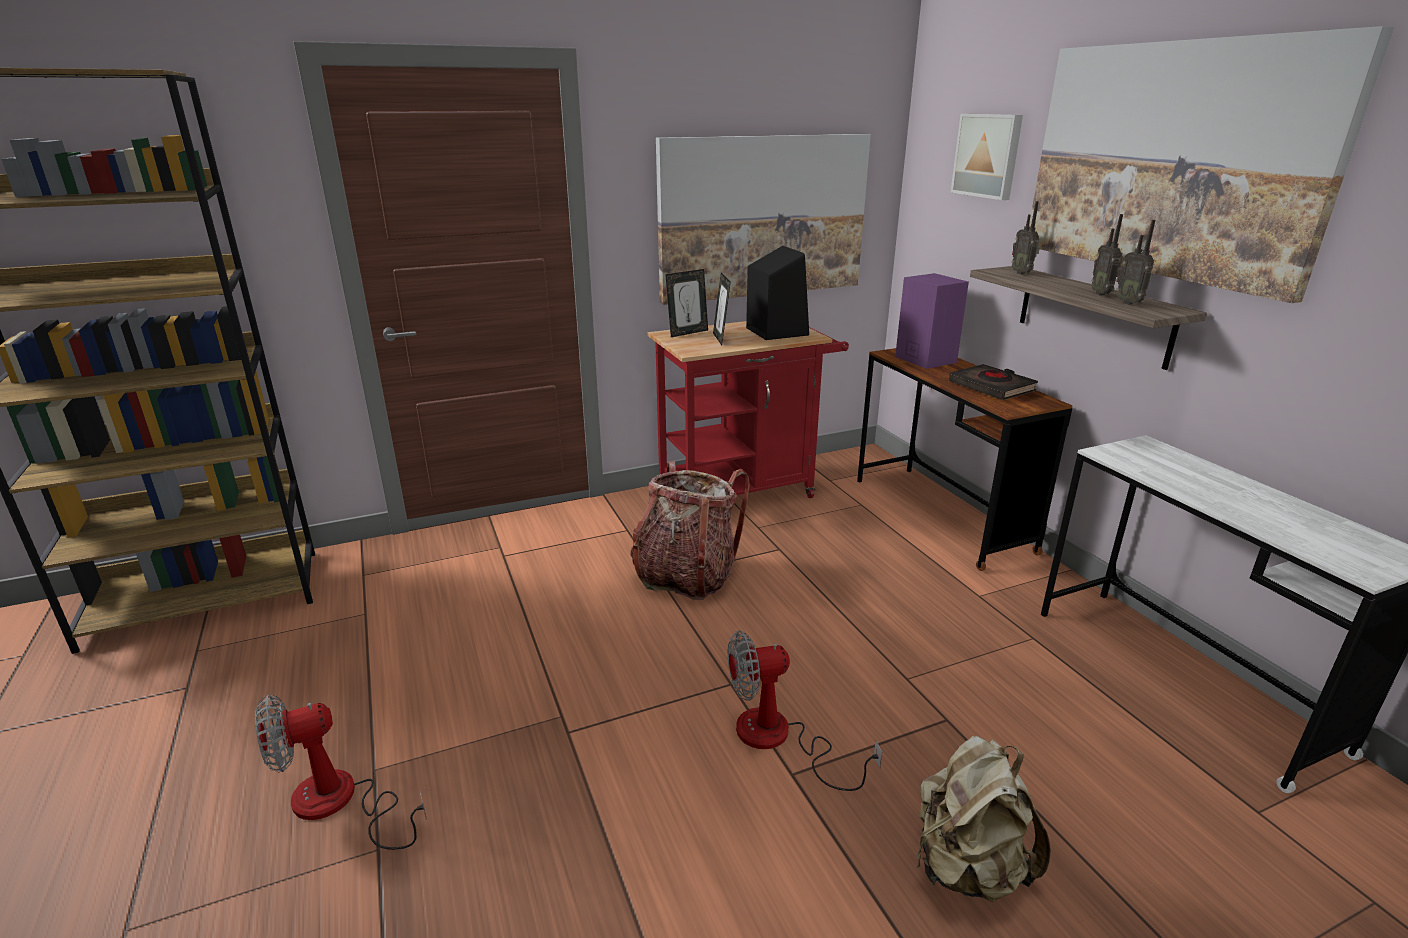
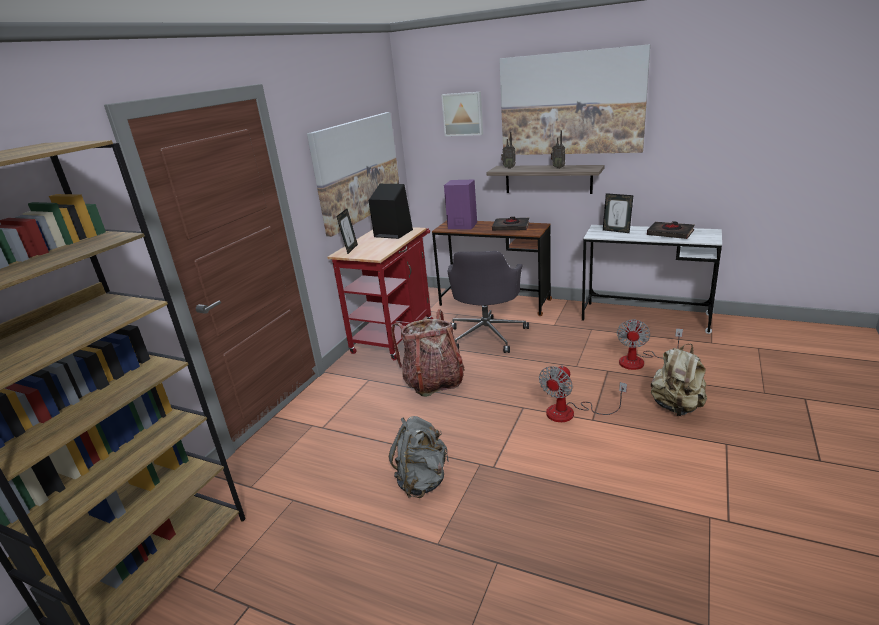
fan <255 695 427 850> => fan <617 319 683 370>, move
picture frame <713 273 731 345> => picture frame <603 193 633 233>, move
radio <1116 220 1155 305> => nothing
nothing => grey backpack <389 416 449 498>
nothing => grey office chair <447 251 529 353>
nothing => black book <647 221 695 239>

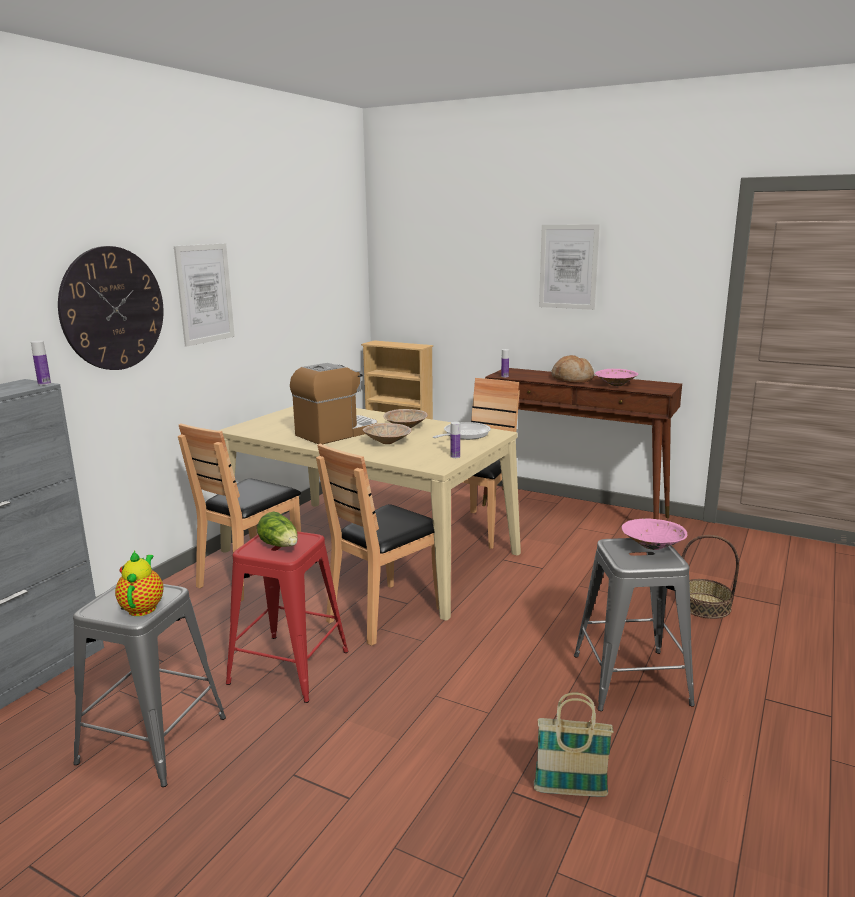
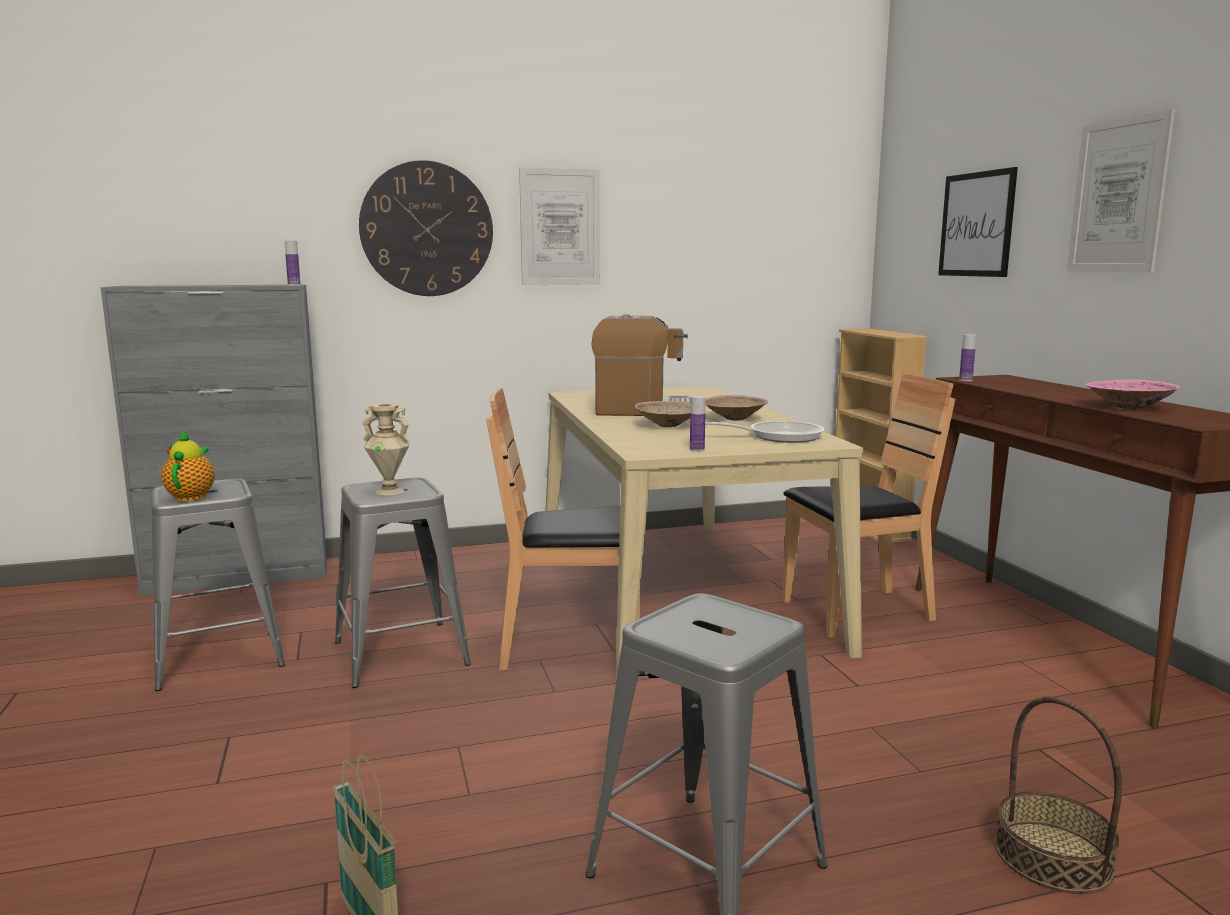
teapot <115 550 164 616> => teapot <161 430 215 501>, 45 degrees counterclockwise
brown chair <178 423 301 602> => nothing
red stool <226 531 348 703> => grey stool <335 477 471 688>
lettuce <257 511 298 547> => beige vase <362 403 410 495>
bread <551 355 594 383> => nothing
pink bowl <621 518 688 550> => nothing
nothing => picture <938 167 1018 277>

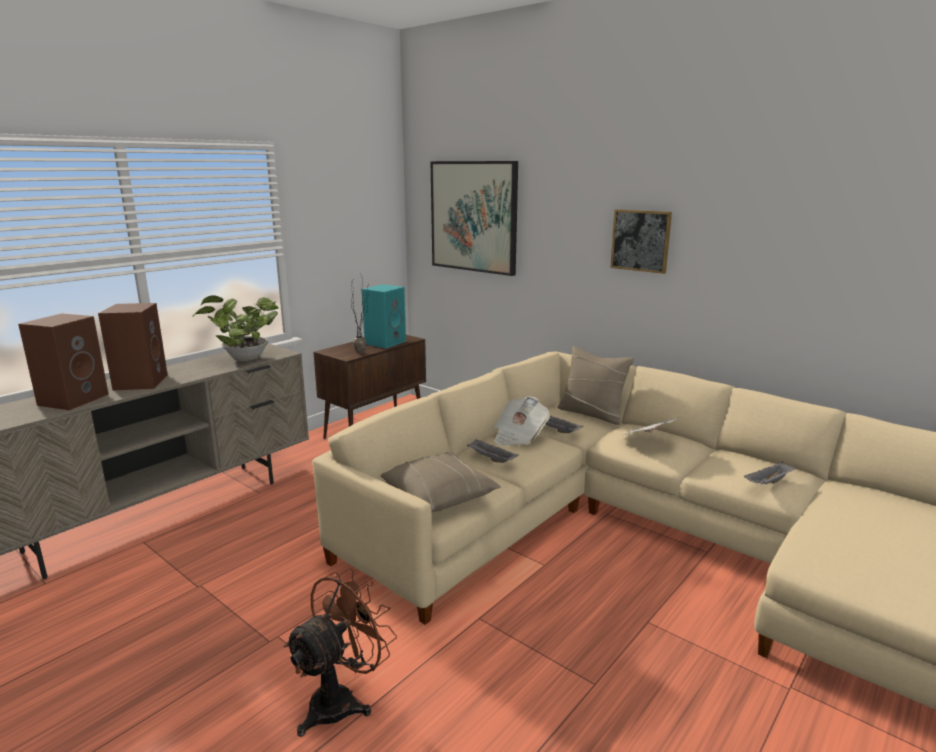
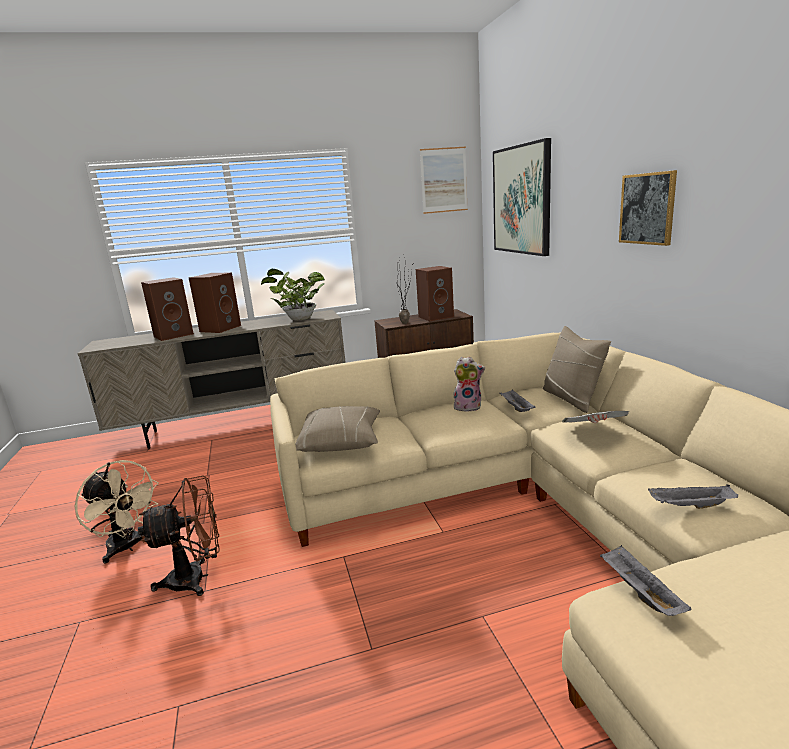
turquoise speaker <362 284 406 348> => brown speaker <416 266 454 321>
grey tray <467 439 519 463> => grey tray <600 545 692 616>, move
newspaper <494 396 550 445> => plush toy <454 357 485 412>
nothing => beige fan <74 460 159 564>
nothing => picture <420 147 468 214>

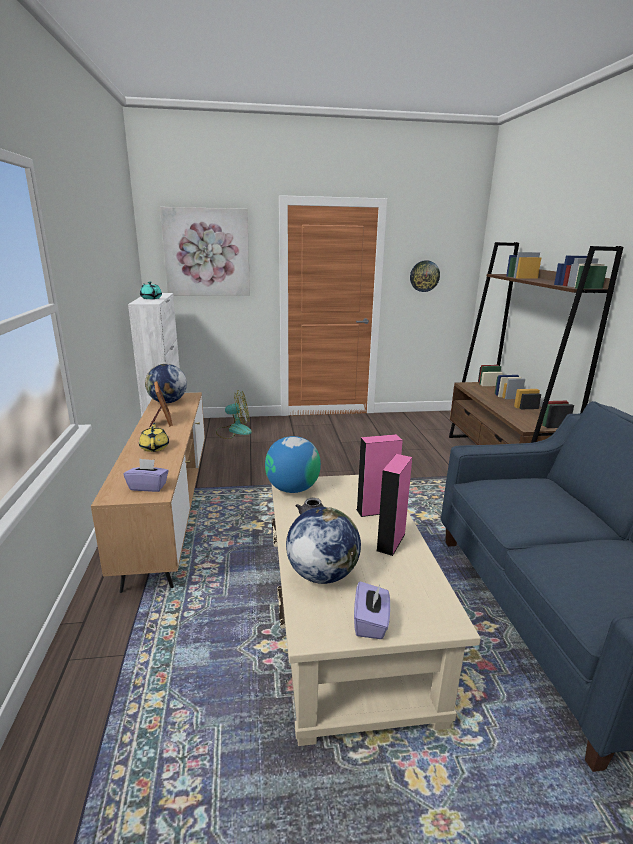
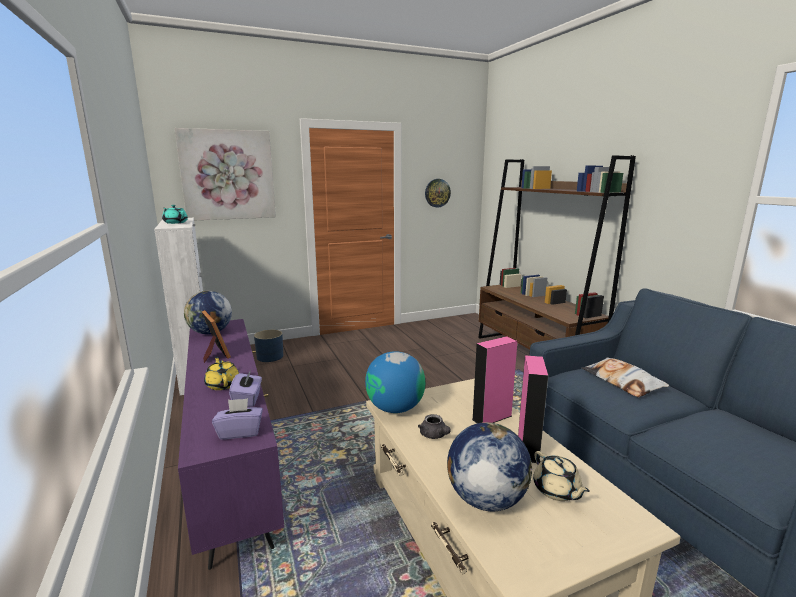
brown tv stand <91 392 205 593> => purple tv stand <178 319 284 570>
fan <216 390 252 439> => blue planter <254 330 283 362>
purple tissue box <354 582 390 639> => purple tissue box <229 370 262 407>, move
nothing => beige teapot <533 451 590 501>
nothing => pillow <582 358 669 397>

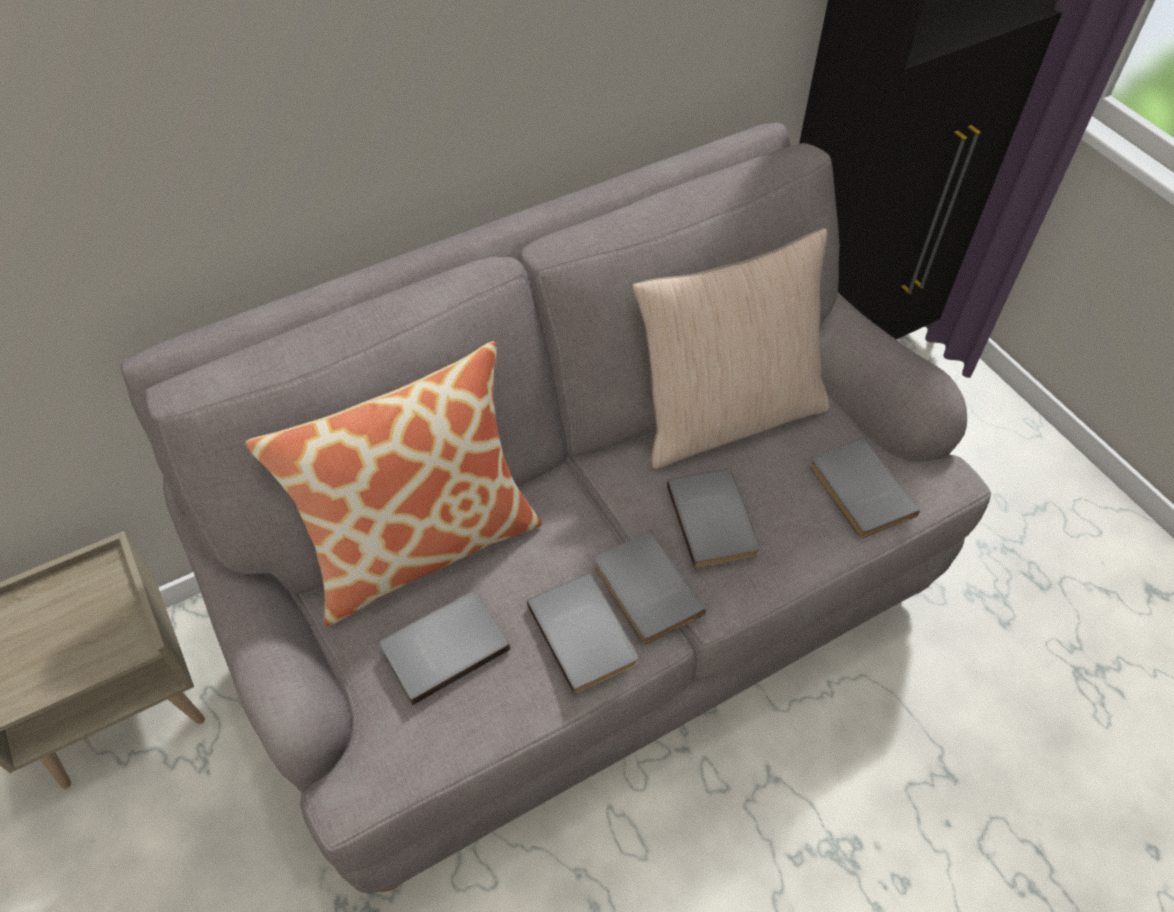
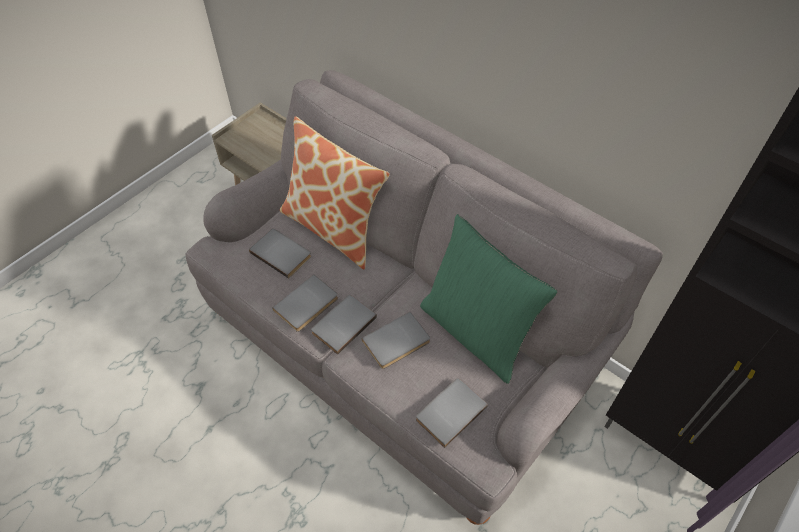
beige pillow <632 228 830 469> => green pillow <420 214 558 384>

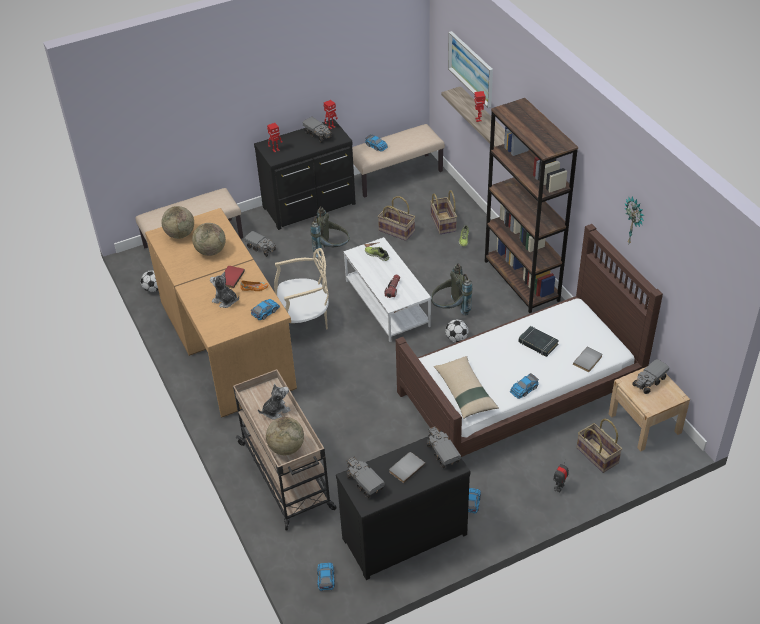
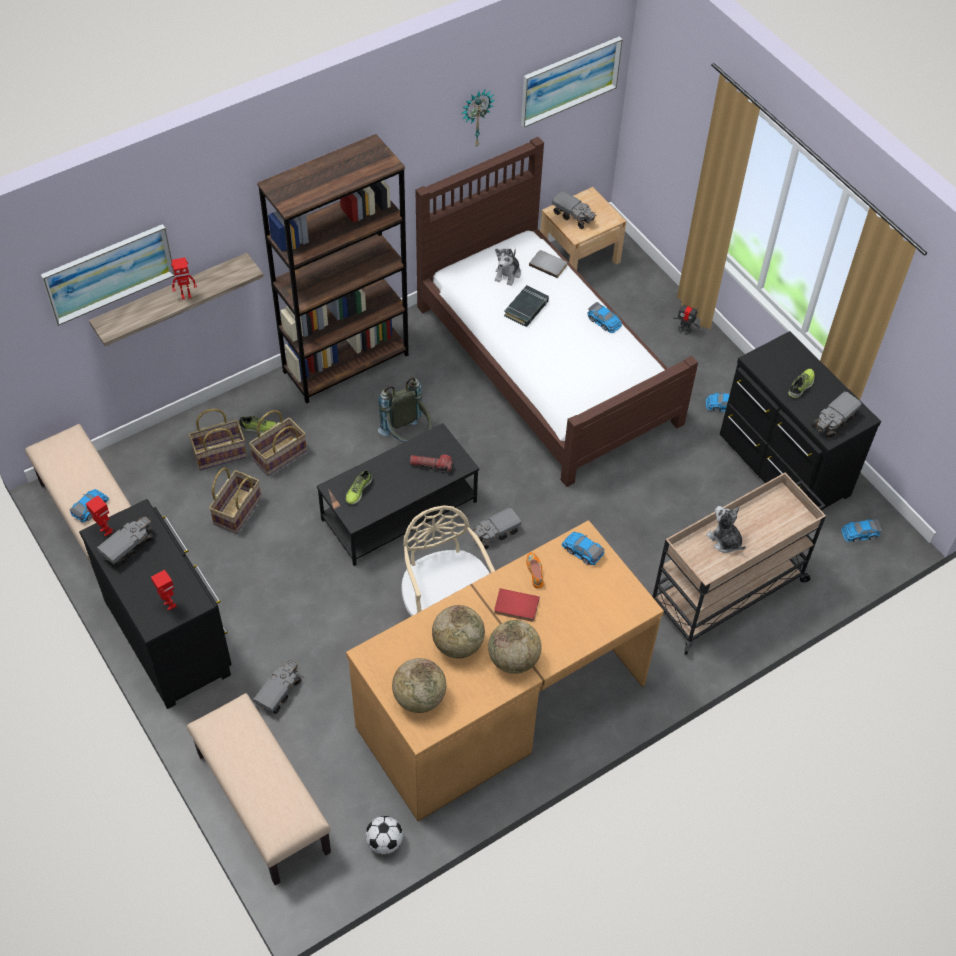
plush toy <210 272 239 308> => plush toy <495 248 521 286>, move
globe <266 417 304 455> => globe <488 620 541 674>, move
grey backpack <310 206 350 257> => nothing
white coffee table <343 237 431 342> => black coffee table <317 423 479 566>
grey book <389 452 426 483> => shoe <788 369 815 398>
toy truck <427 426 461 468> => toy truck <471 507 521 549>, move
beige pillow <434 356 499 419> => nothing
football <445 319 469 342> => nothing
basket <577 419 622 473> => basket <249 410 307 476>, move
nothing => picture <521 36 623 127>

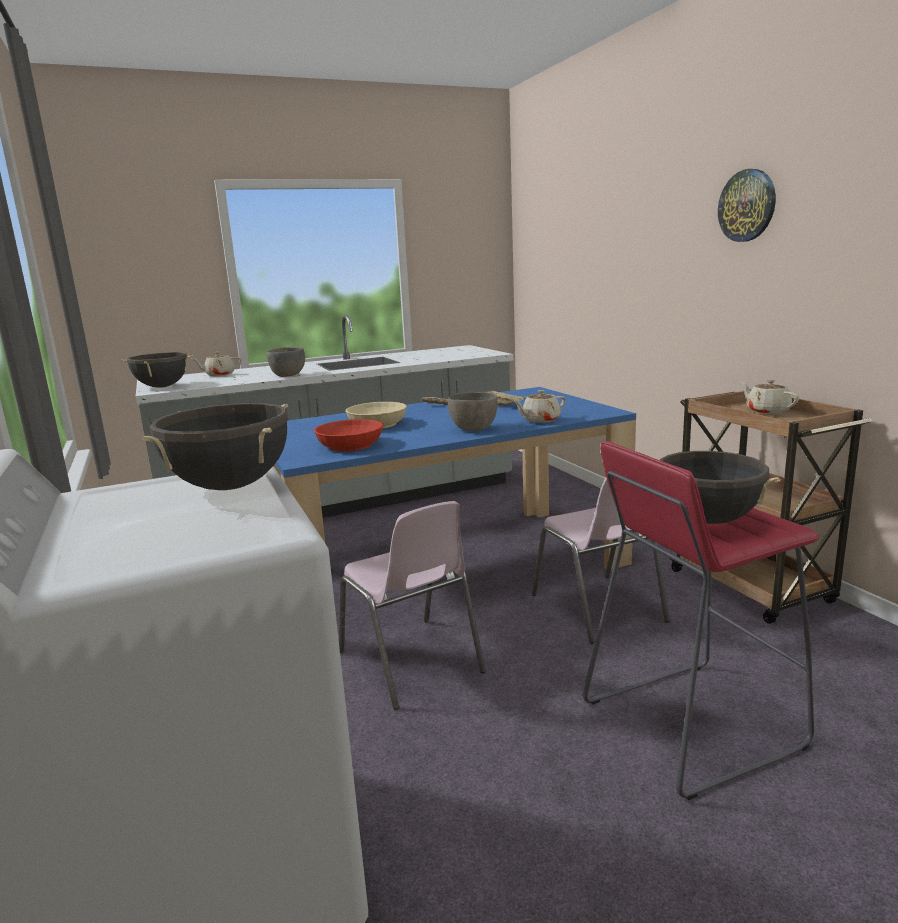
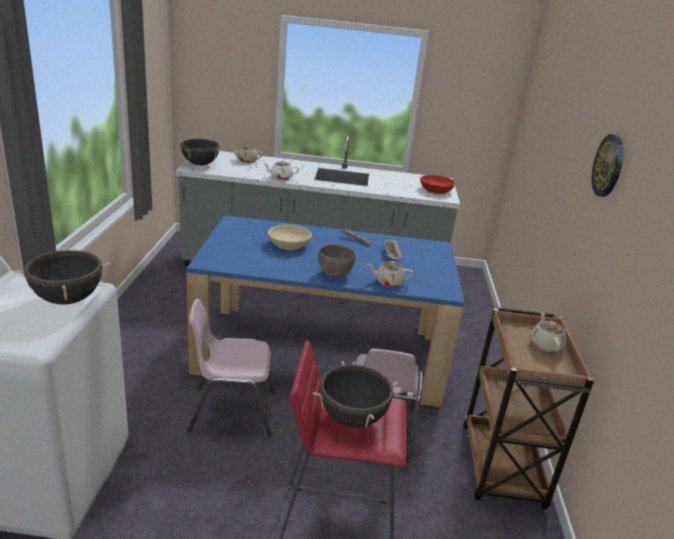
grey bowl <267 347 305 377> => white teapot <264 160 299 180>
red bowl <314 419 384 452> => red bowl <420 175 456 194>, move
pink chair <339 501 486 710> => pink chair <188 299 275 437>, 90 degrees clockwise

